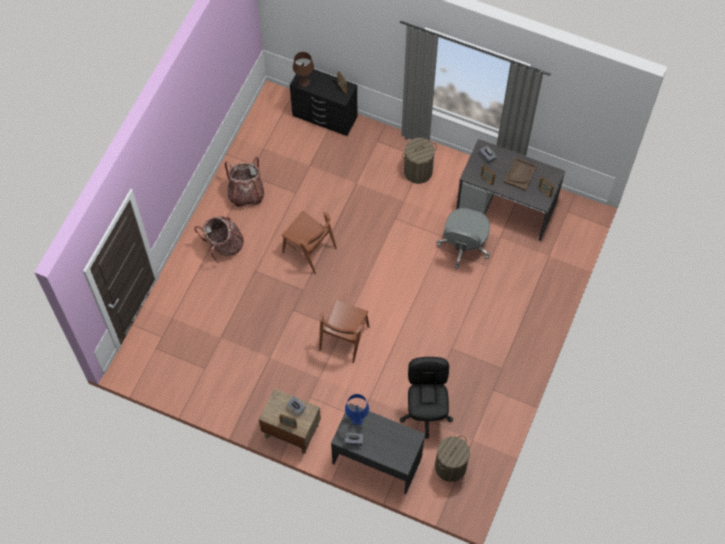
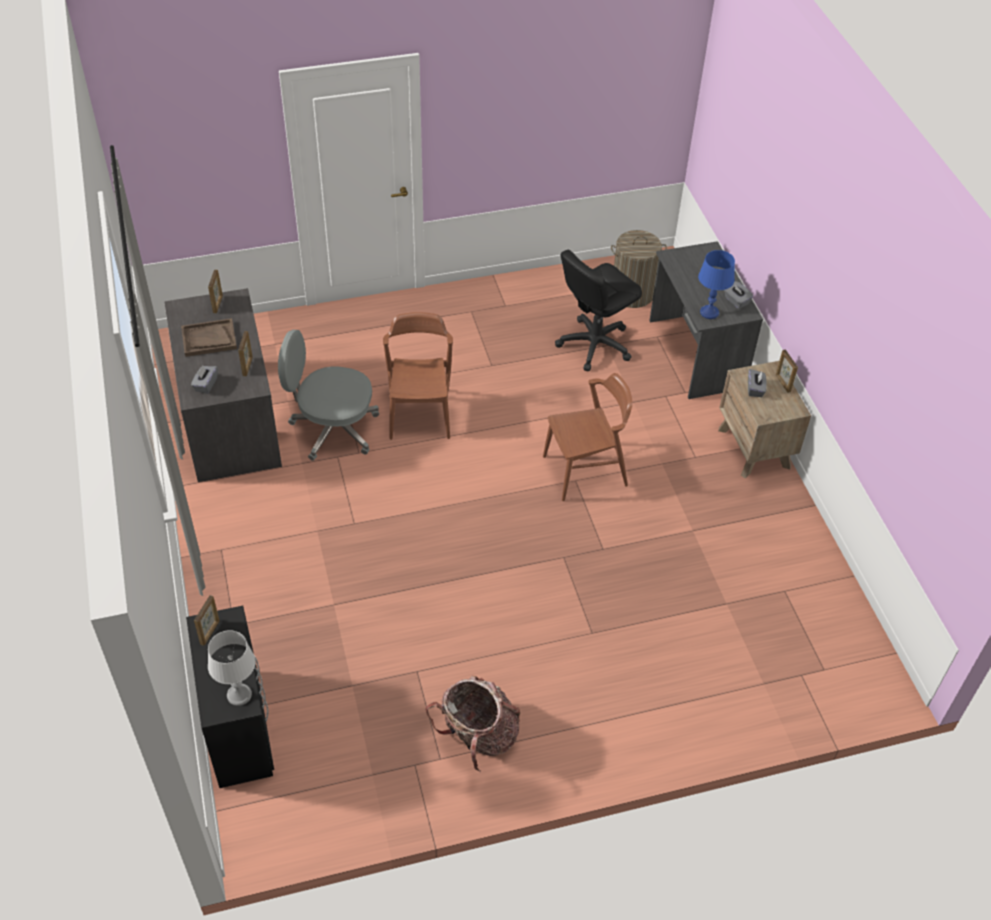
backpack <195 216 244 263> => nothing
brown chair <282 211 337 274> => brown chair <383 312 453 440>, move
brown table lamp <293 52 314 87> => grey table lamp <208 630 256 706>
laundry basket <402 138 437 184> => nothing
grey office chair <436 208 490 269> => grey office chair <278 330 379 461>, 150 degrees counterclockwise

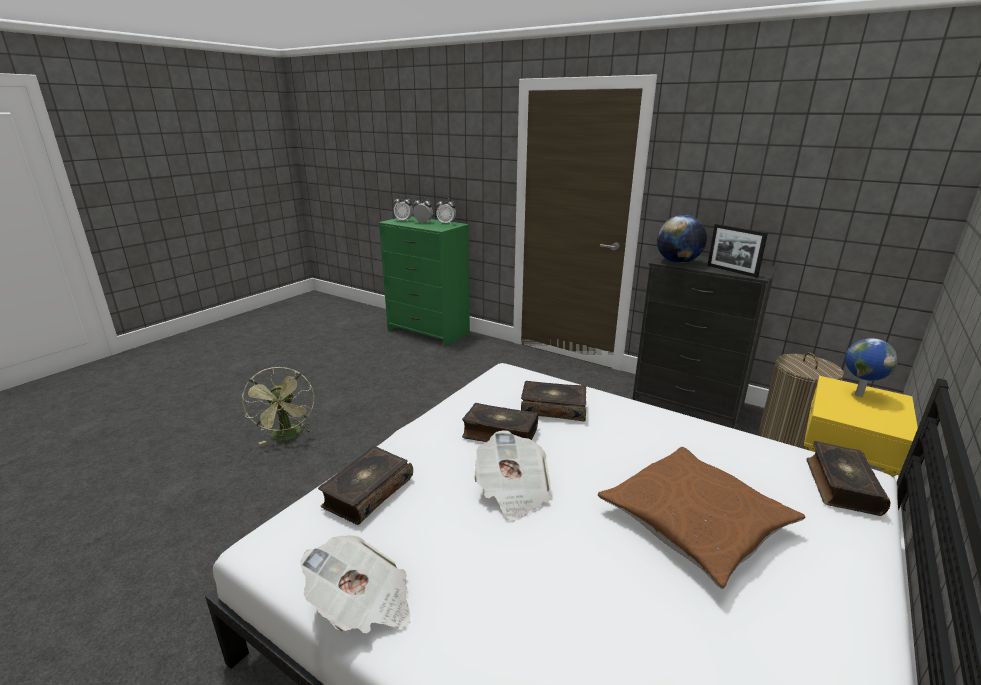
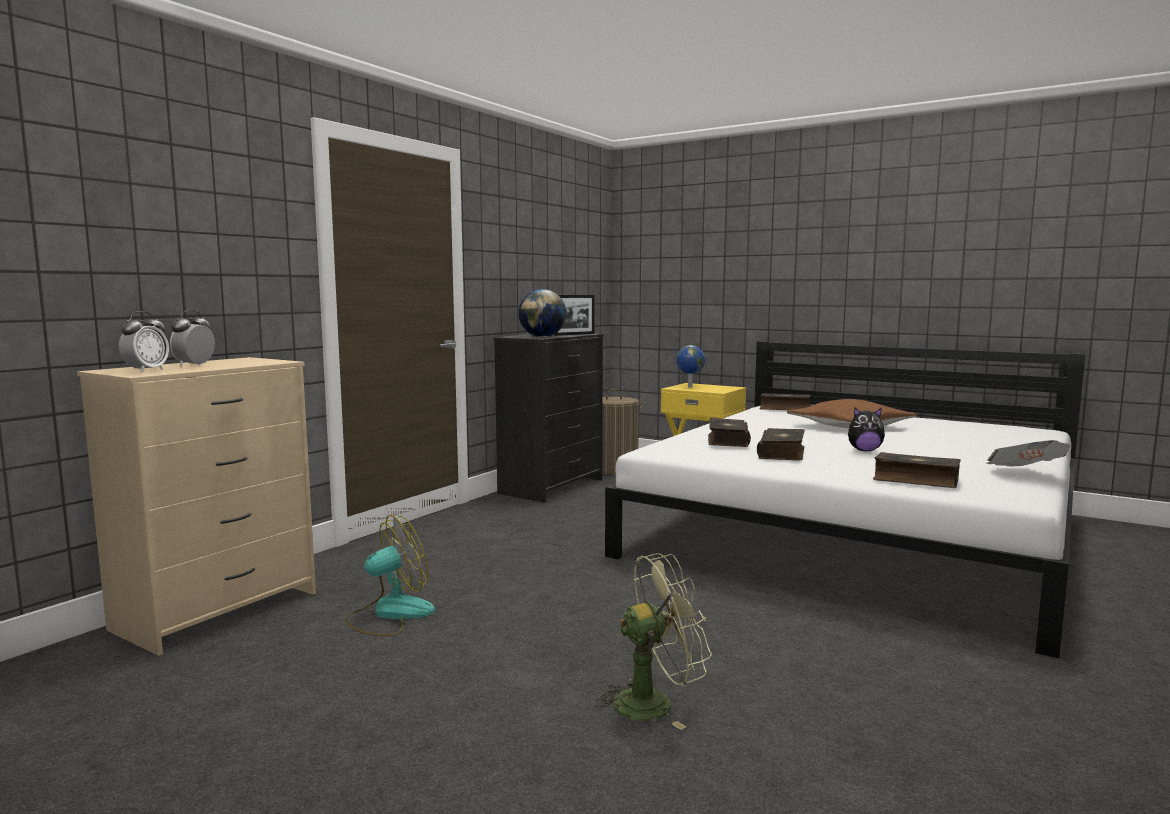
green dresser <378 216 470 347> => beige dresser <77 357 316 656>
alarm clock <436 198 456 224> => nothing
newspaper <474 430 551 522> => plush toy <848 408 885 451>
nothing => fan <345 515 435 636>

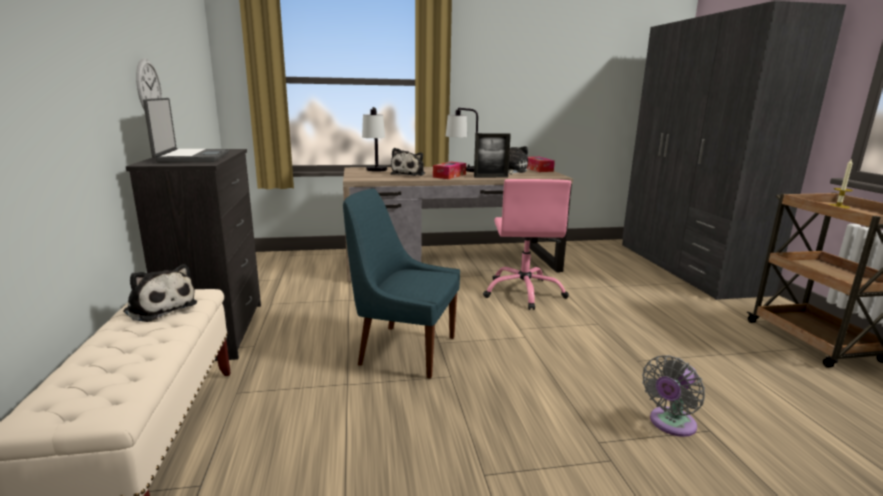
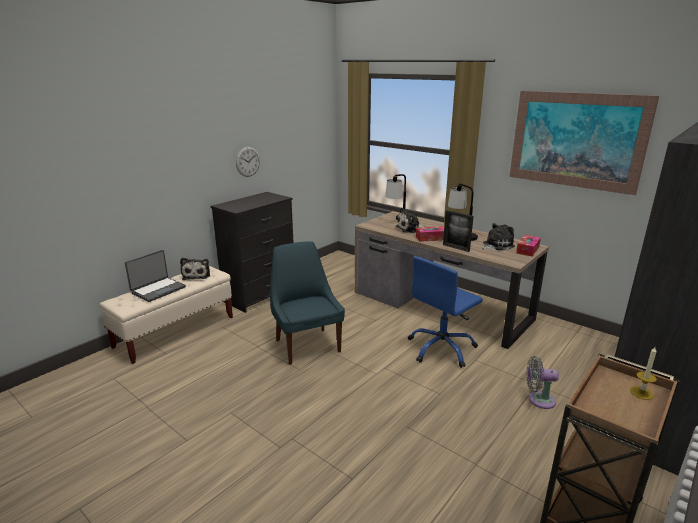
laptop <143 98 229 163> => laptop <125 250 186 302>, move
pink office chair <483 179 571 310> => blue office chair <408 256 483 368>
grey fan <642 355 705 437> => grey fan <526 356 559 409>, move
nothing => picture <509 91 659 195>

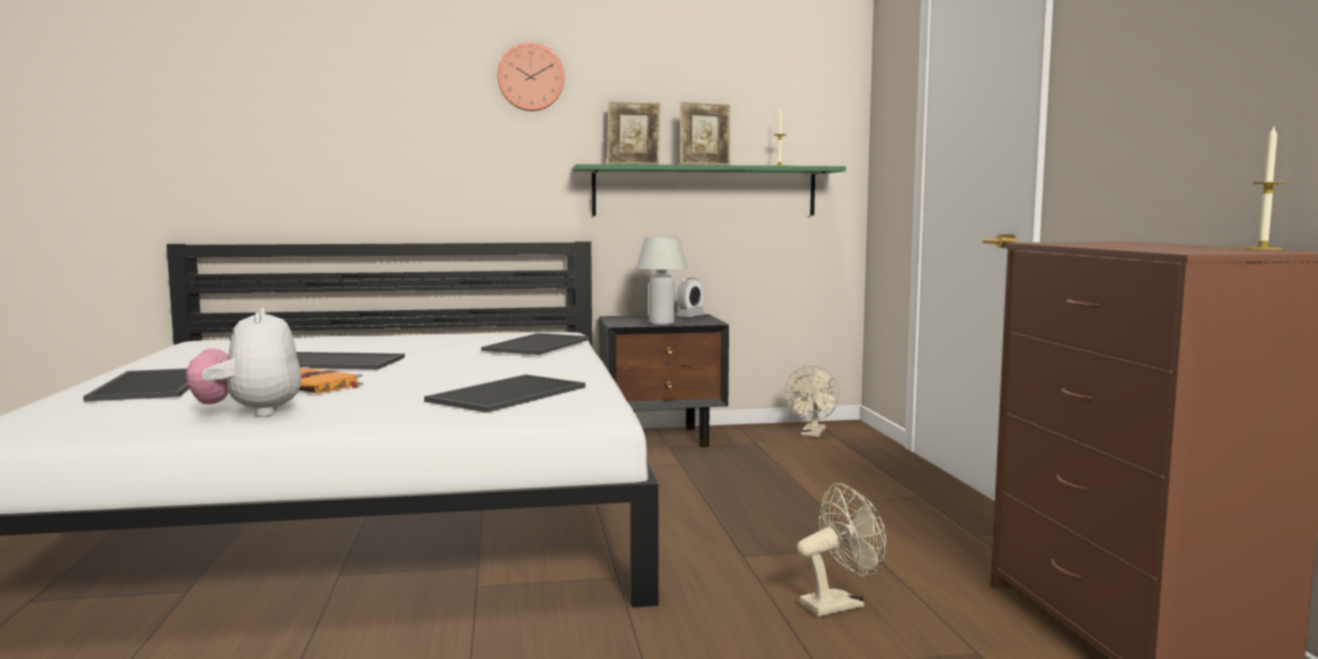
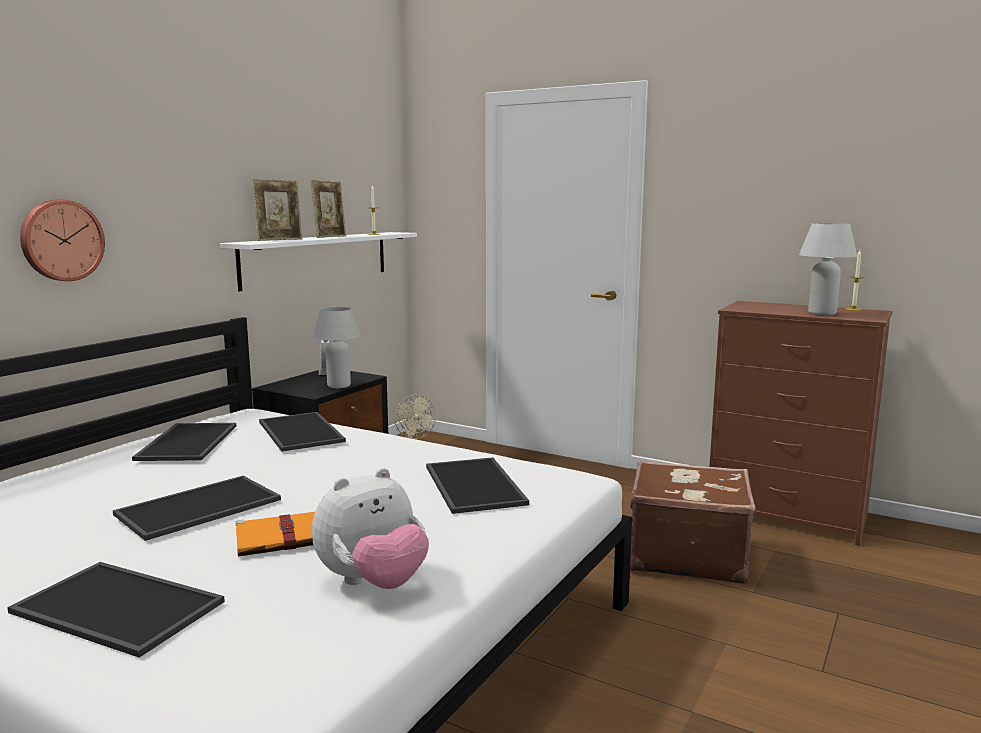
plush toy <186 308 301 417> => plush toy <312 468 429 589>, 60 degrees counterclockwise
wall clock <498 42 564 111> => wall clock <20 200 105 281>, move
green shelf <573 164 846 216> => white shelf <220 232 417 291>
beige fan <797 483 886 617> => brown suitcase <630 461 755 584>
nothing => tray <132 423 236 461>
nothing => white table lamp <799 223 857 316>

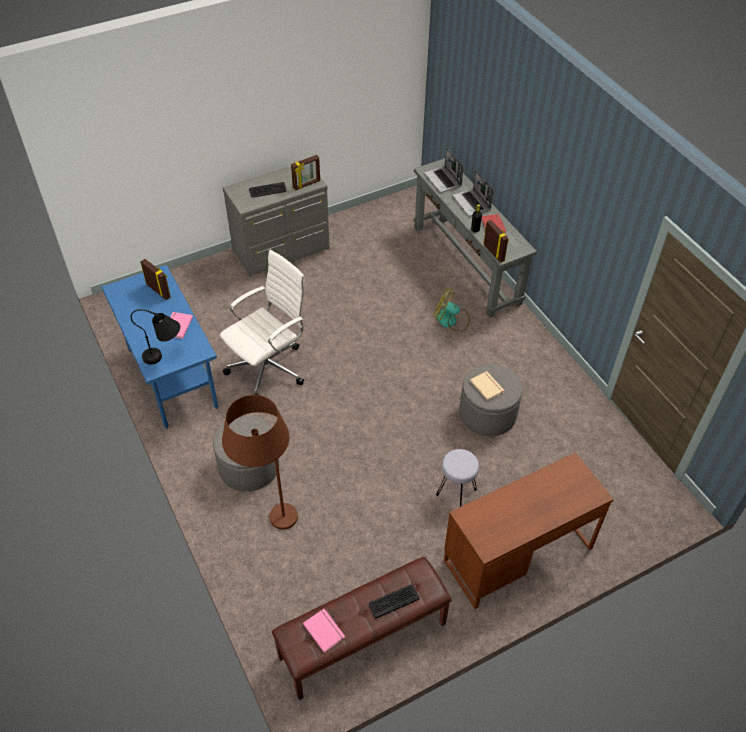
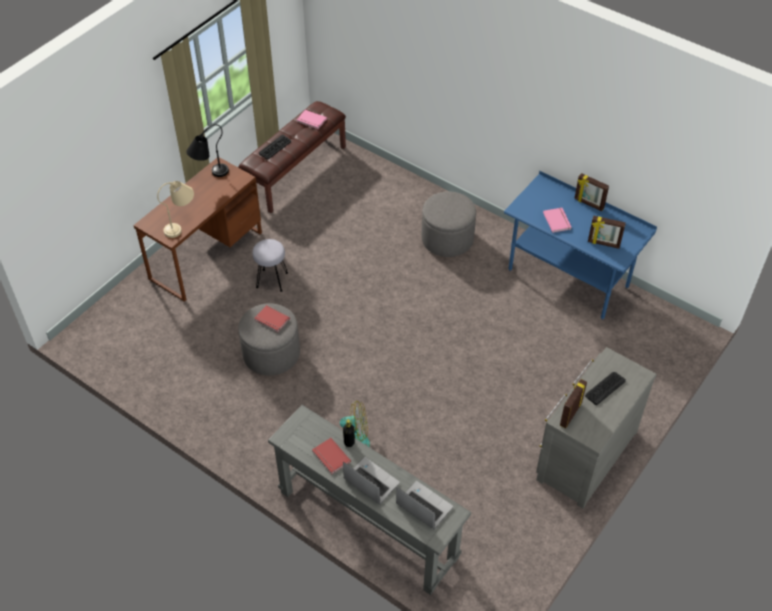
black table lamp <131 309 180 364> => black table lamp <186 124 229 177>, move
white office chair <220 250 305 395> => nothing
brown floor lamp <222 395 298 530> => nothing
beige book <470 371 505 401> => red book <254 305 290 332>
picture frame <483 220 509 263> => picture frame <574 173 609 211>, move
nothing => beige table lamp <157 181 194 238>

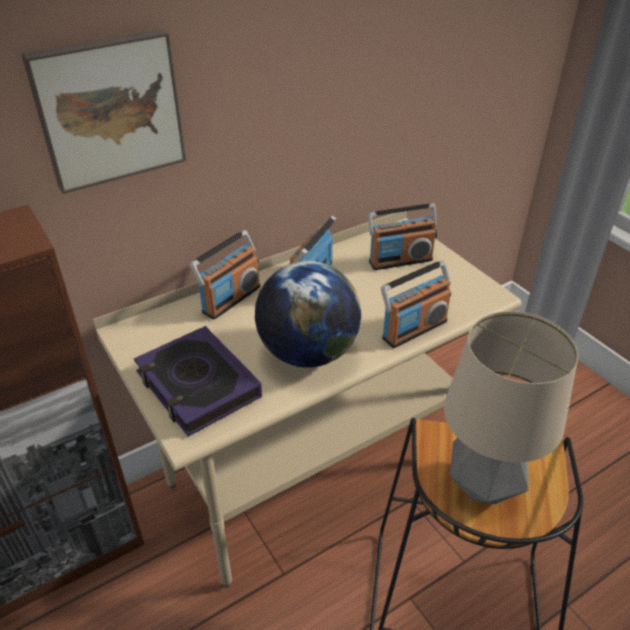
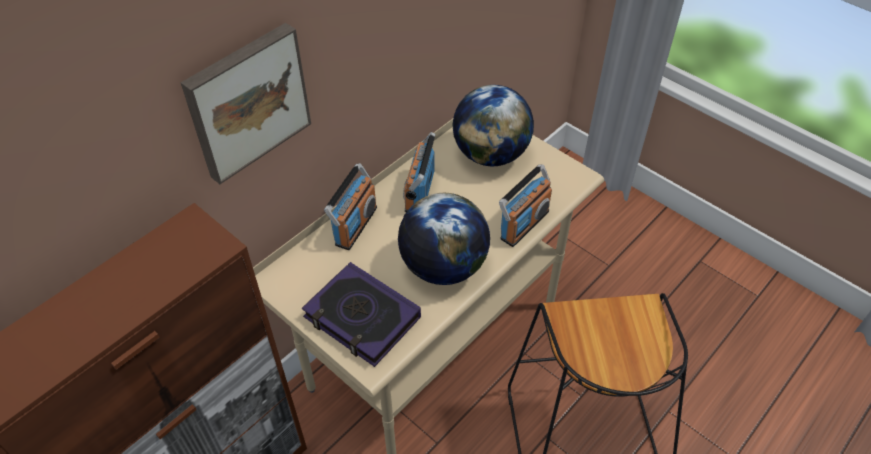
radio <368 203 437 270> => globe <453 85 534 166>
table lamp <444 311 578 504> => nothing

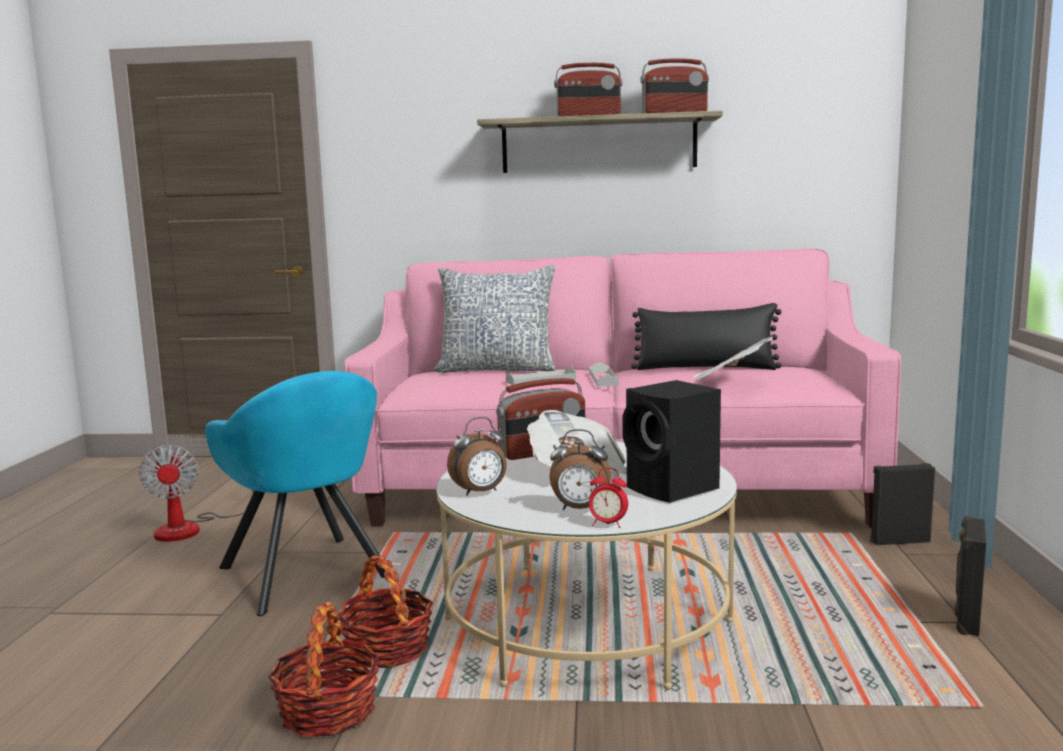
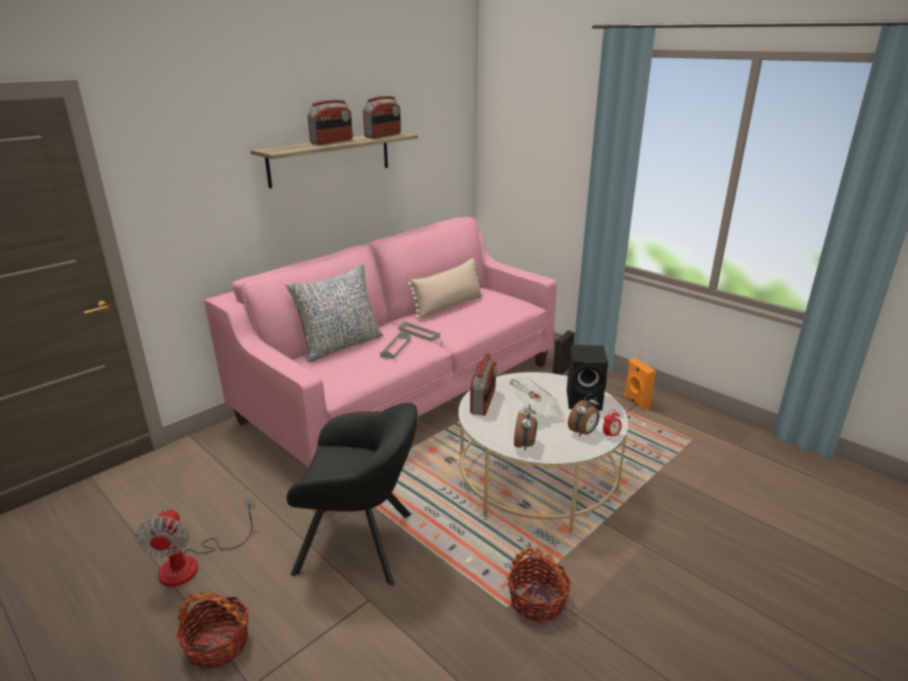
fan <138 445 254 542> => fan <135 498 255 587>, 60 degrees clockwise
turquoise armchair <205 371 390 616> => black armchair <287 403 418 585>
basket <338 555 433 668> => basket <176 591 248 670>, move
black pillow <631 303 782 370> => beige pillow <408 258 483 319>
newspaper <693 337 773 380> => nothing
black speaker <954 516 986 636> => orange speaker <624 358 656 411>

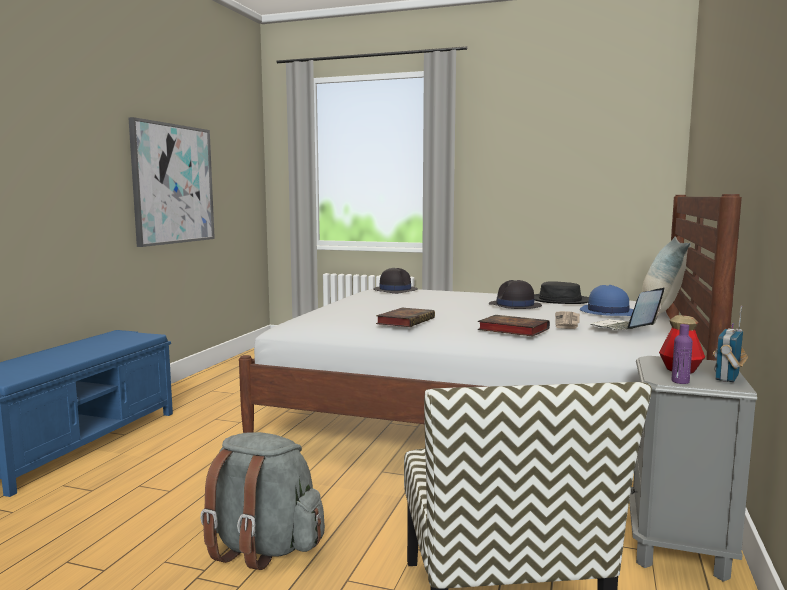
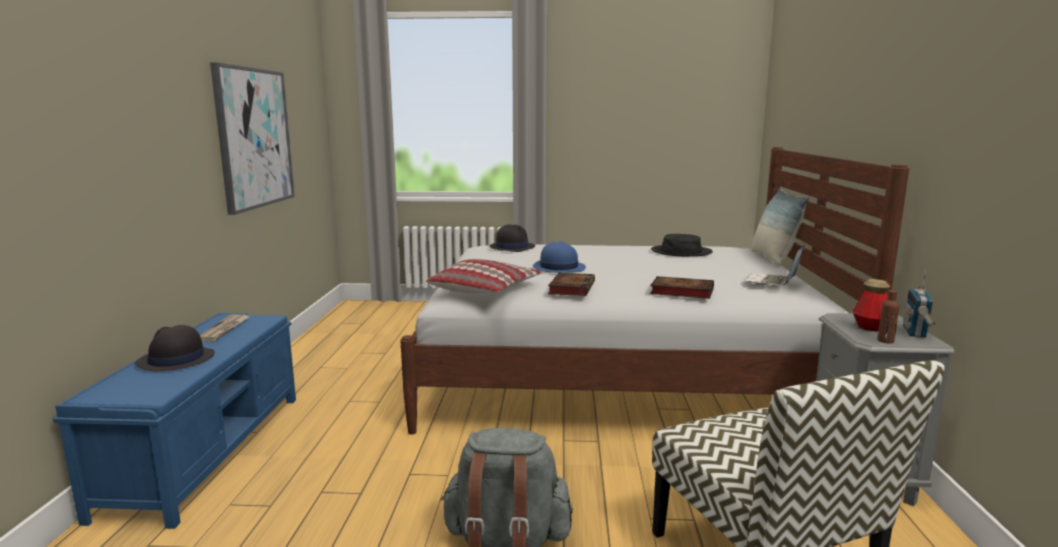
black hat <489 280 542 309> => black hat <135 325 215 371>, move
newspaper <555 311 580 329> => newspaper <200 315 250 341>, move
blue hat <580 285 634 316> => blue hat <533 241 586 273>, move
purple bottle <671 324 693 384> => brown bottle <877 290 899 343>
nothing => pillow <426 259 542 293>

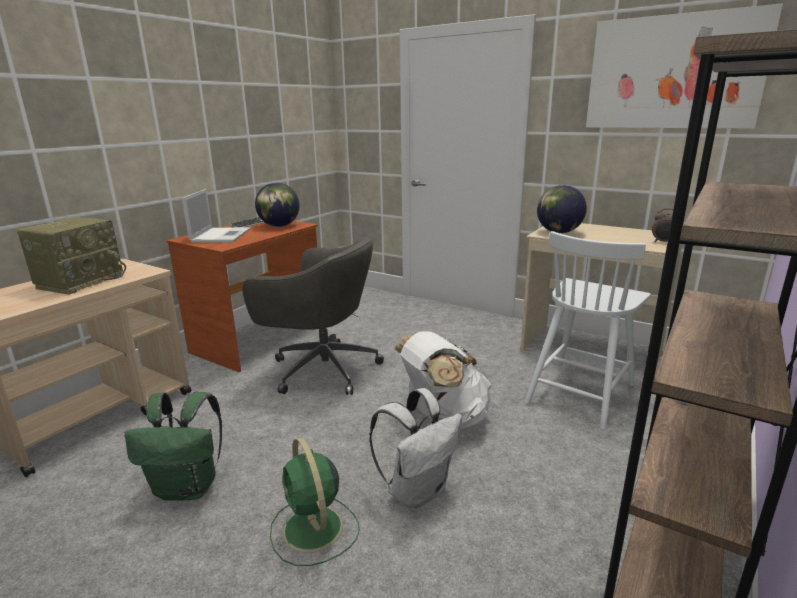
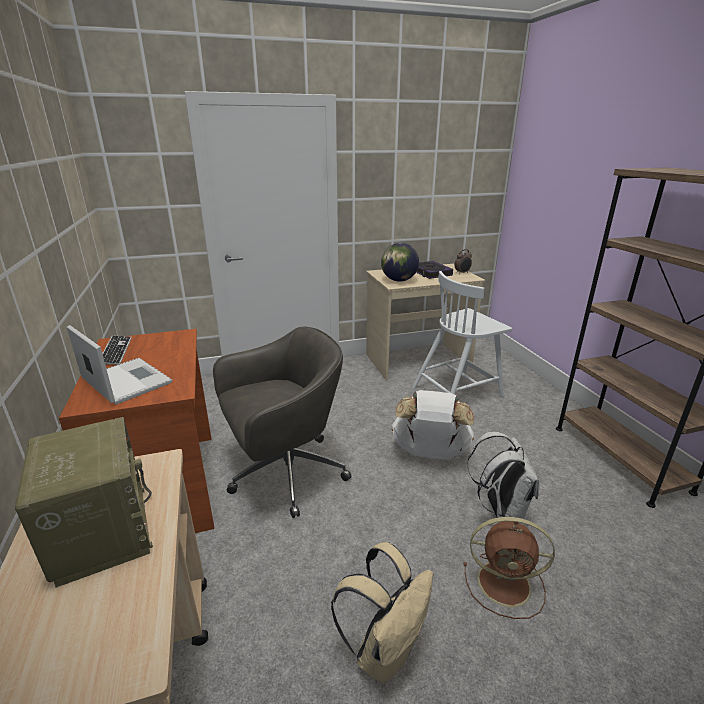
green backpack <125 392 222 501> => beige backpack <331 542 433 683>
globe <255 183 299 227> => nothing
green fan <270 437 360 566> => brown fan <463 517 555 619>
white chair <525 231 651 430> => white chair <412 271 512 397>, 75 degrees clockwise
picture <586 3 783 129> => nothing
nothing => book <416 261 453 279>

